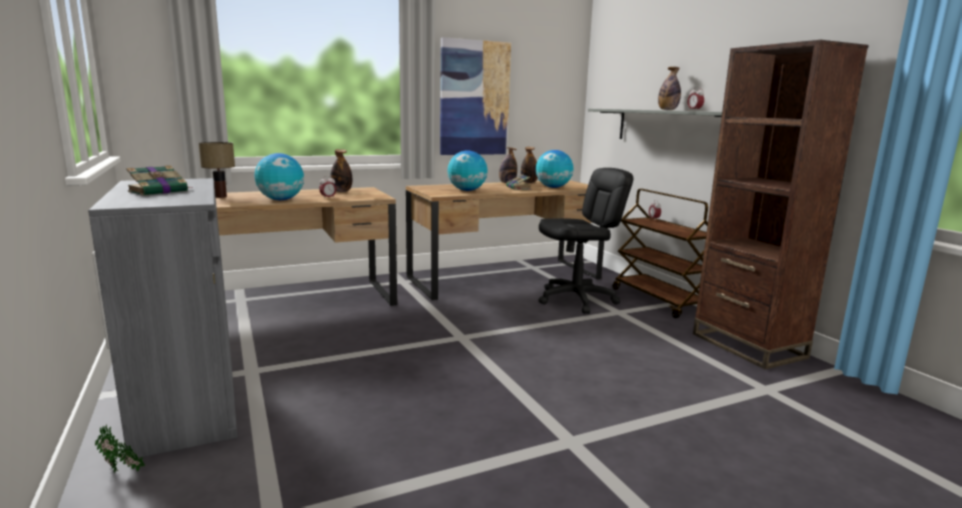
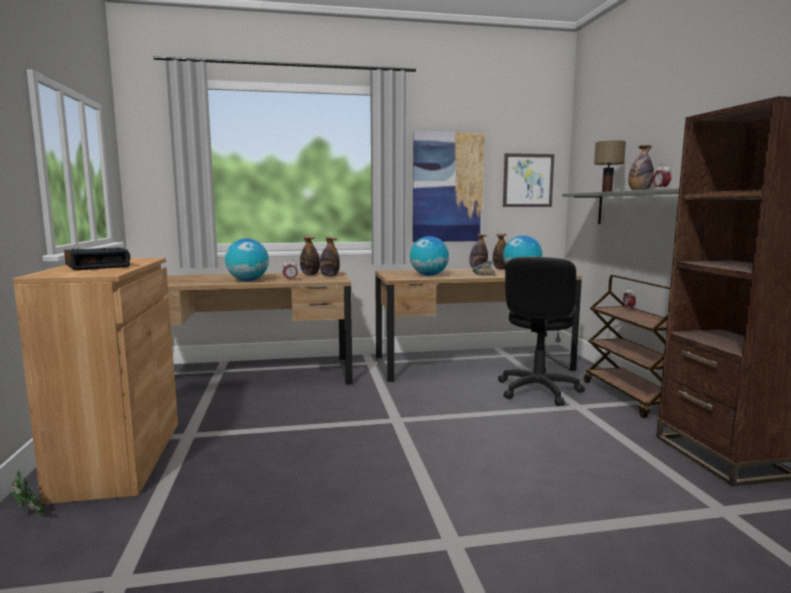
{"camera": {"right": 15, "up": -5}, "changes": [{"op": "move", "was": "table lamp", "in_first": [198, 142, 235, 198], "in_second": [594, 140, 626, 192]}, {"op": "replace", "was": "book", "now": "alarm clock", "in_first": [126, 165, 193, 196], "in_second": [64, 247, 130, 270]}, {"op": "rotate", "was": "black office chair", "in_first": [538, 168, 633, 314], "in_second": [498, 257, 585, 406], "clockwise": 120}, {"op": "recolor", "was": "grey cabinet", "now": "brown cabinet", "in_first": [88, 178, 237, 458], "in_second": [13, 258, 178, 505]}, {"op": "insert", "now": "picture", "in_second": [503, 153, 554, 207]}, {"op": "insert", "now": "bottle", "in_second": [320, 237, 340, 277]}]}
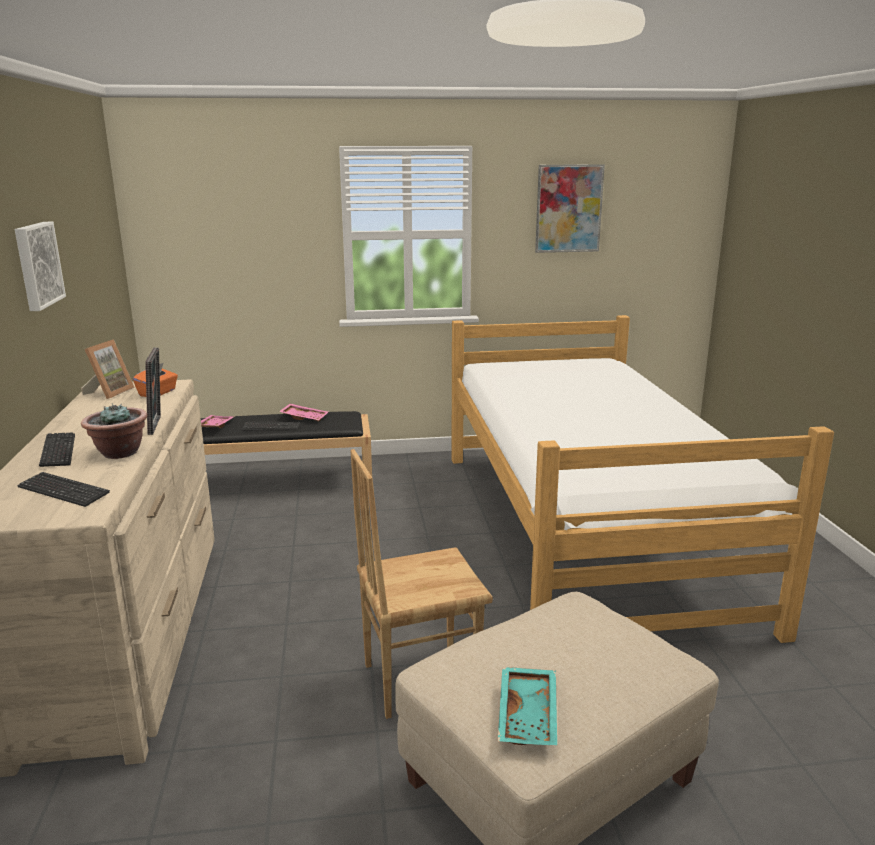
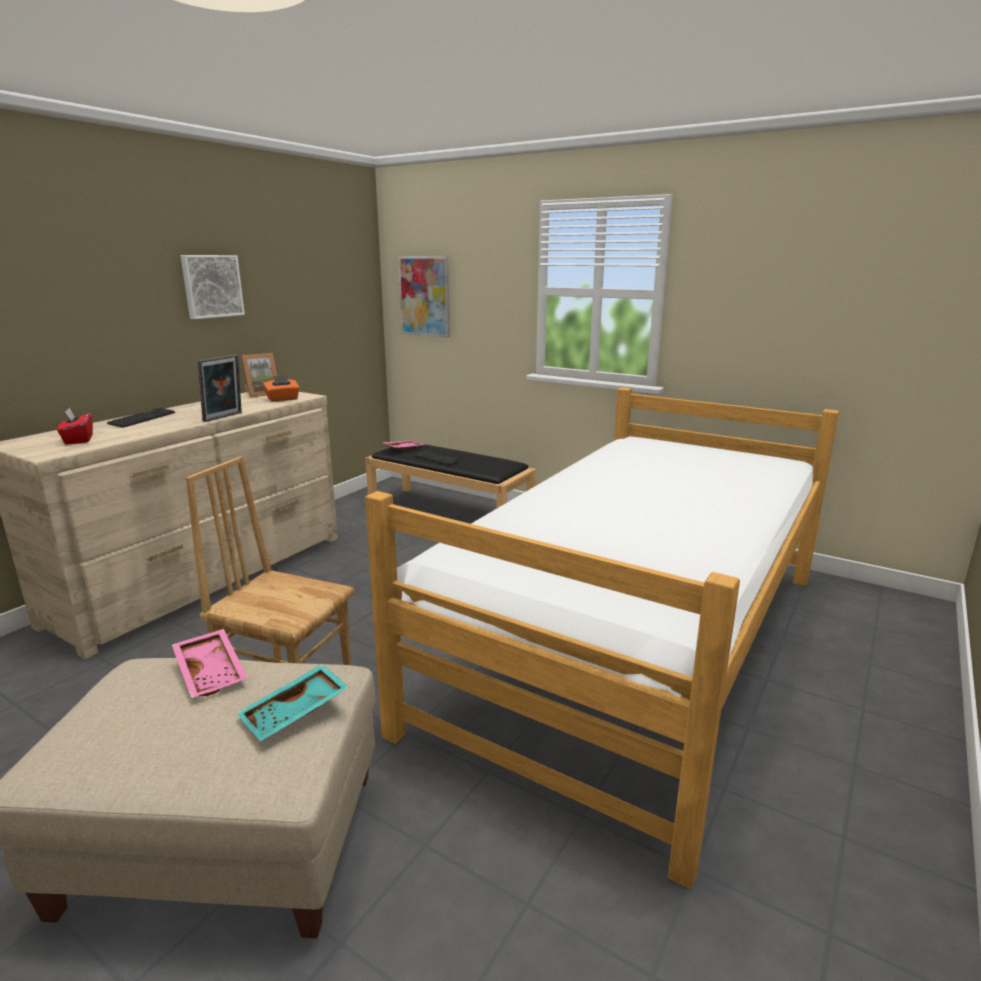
{"camera": {"right": 40, "up": 0}, "changes": [{"op": "move", "was": "picture", "in_first": [535, 164, 605, 253], "in_second": [398, 256, 450, 337]}, {"op": "delete", "was": "potted plant", "in_first": [81, 403, 147, 459]}, {"op": "move", "was": "pink tray", "in_first": [279, 404, 328, 421], "in_second": [172, 629, 248, 698]}, {"op": "replace", "was": "keyboard", "now": "red tissue box", "in_first": [17, 472, 110, 507], "in_second": [57, 408, 93, 445]}, {"op": "move", "was": "turquoise tray", "in_first": [498, 667, 557, 745], "in_second": [236, 664, 349, 741]}]}
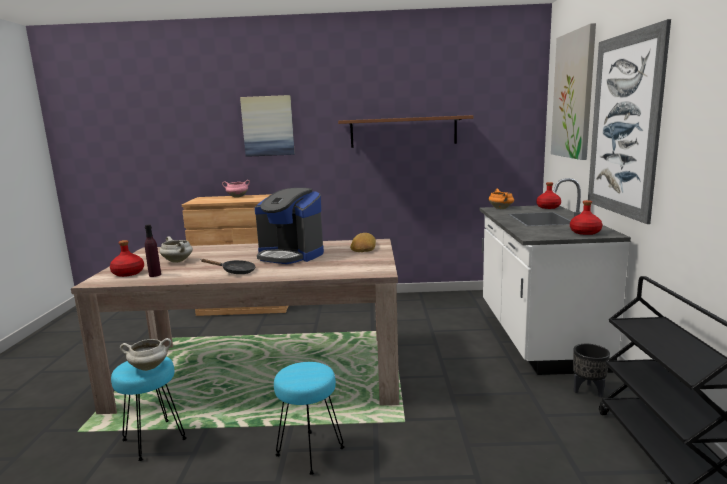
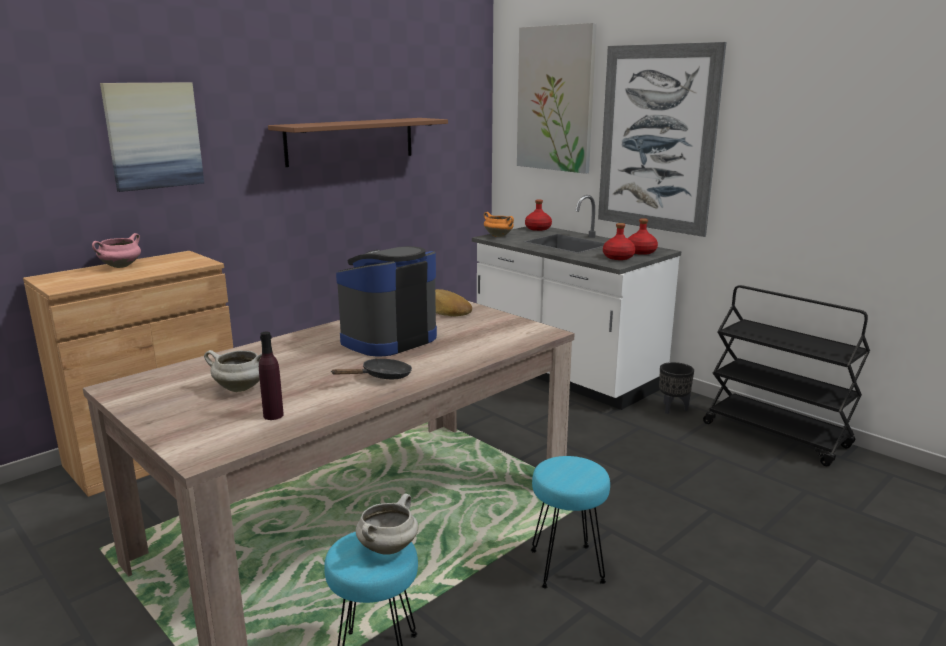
{"camera": {"right": -45, "up": 5}, "changes": [{"op": "rotate", "was": "coffee machine", "in_first": [255, 188, 324, 264], "in_second": [336, 246, 437, 357], "clockwise": 150}, {"op": "move", "was": "red bottle", "in_first": [110, 240, 144, 277], "in_second": [603, 223, 635, 260]}]}
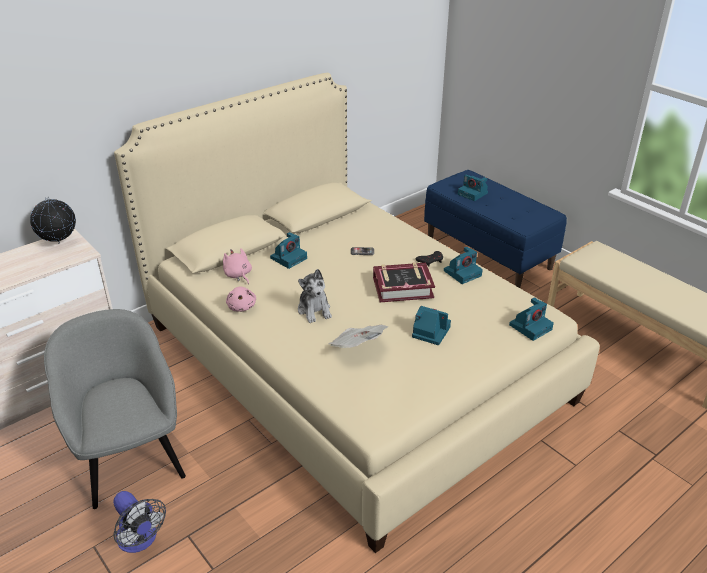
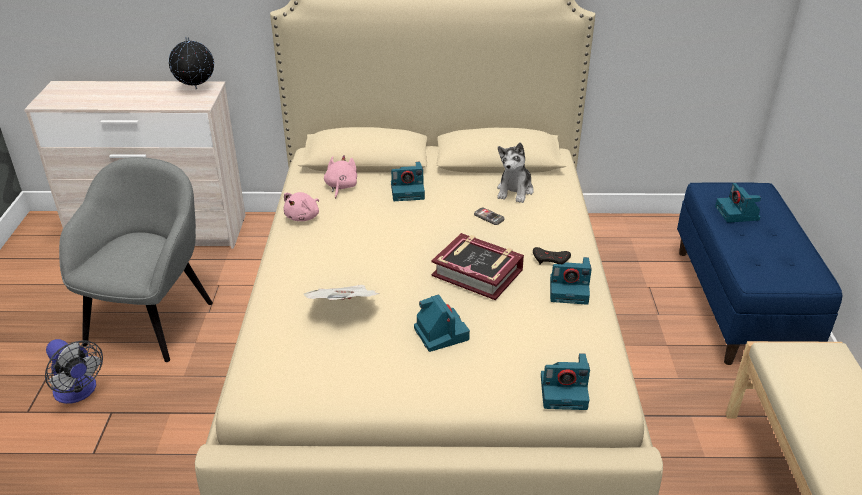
{"camera": {"right": 40, "up": 0}, "changes": [{"op": "move", "was": "plush toy", "in_first": [298, 269, 332, 323], "in_second": [497, 142, 534, 203]}, {"op": "rotate", "was": "fan", "in_first": [113, 491, 166, 553], "in_second": [45, 339, 103, 404], "clockwise": -45}]}
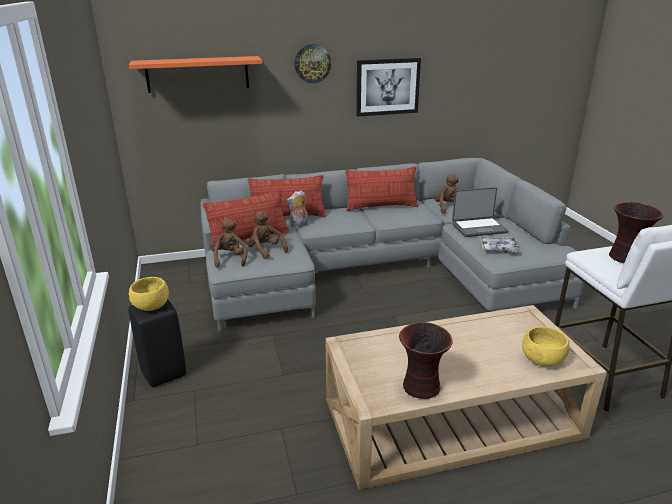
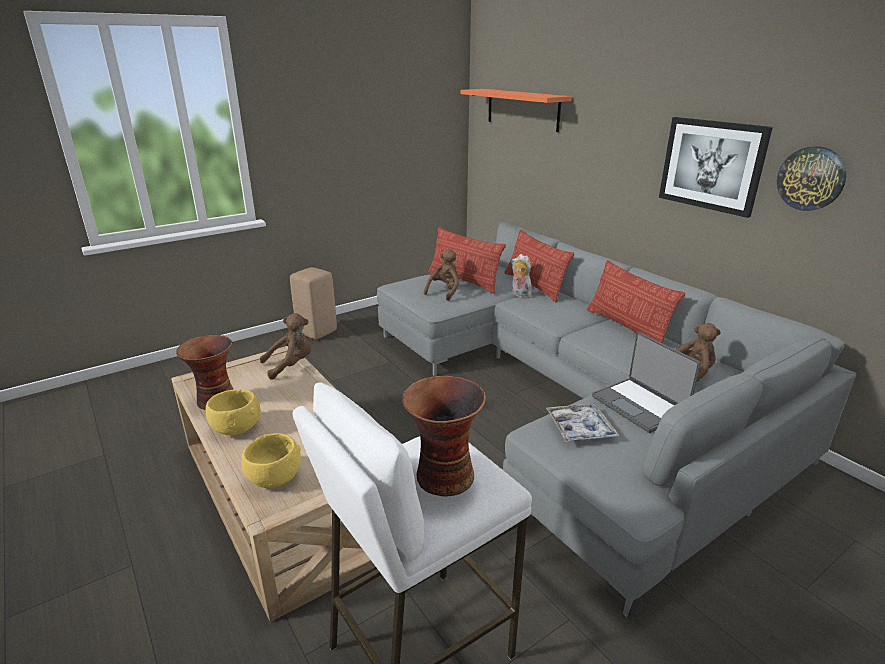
{"camera": {"right": 70, "up": 0}, "changes": [{"op": "move", "was": "wall clock", "in_first": [295, 44, 331, 83], "in_second": [777, 146, 846, 211]}, {"op": "move", "was": "brown plush toy", "in_first": [210, 218, 248, 268], "in_second": [260, 313, 311, 380]}, {"op": "move", "was": "yellow bowl", "in_first": [129, 277, 169, 311], "in_second": [206, 389, 261, 435]}, {"op": "recolor", "was": "black stool", "now": "beige stool", "in_first": [129, 299, 186, 387], "in_second": [290, 267, 337, 339]}]}
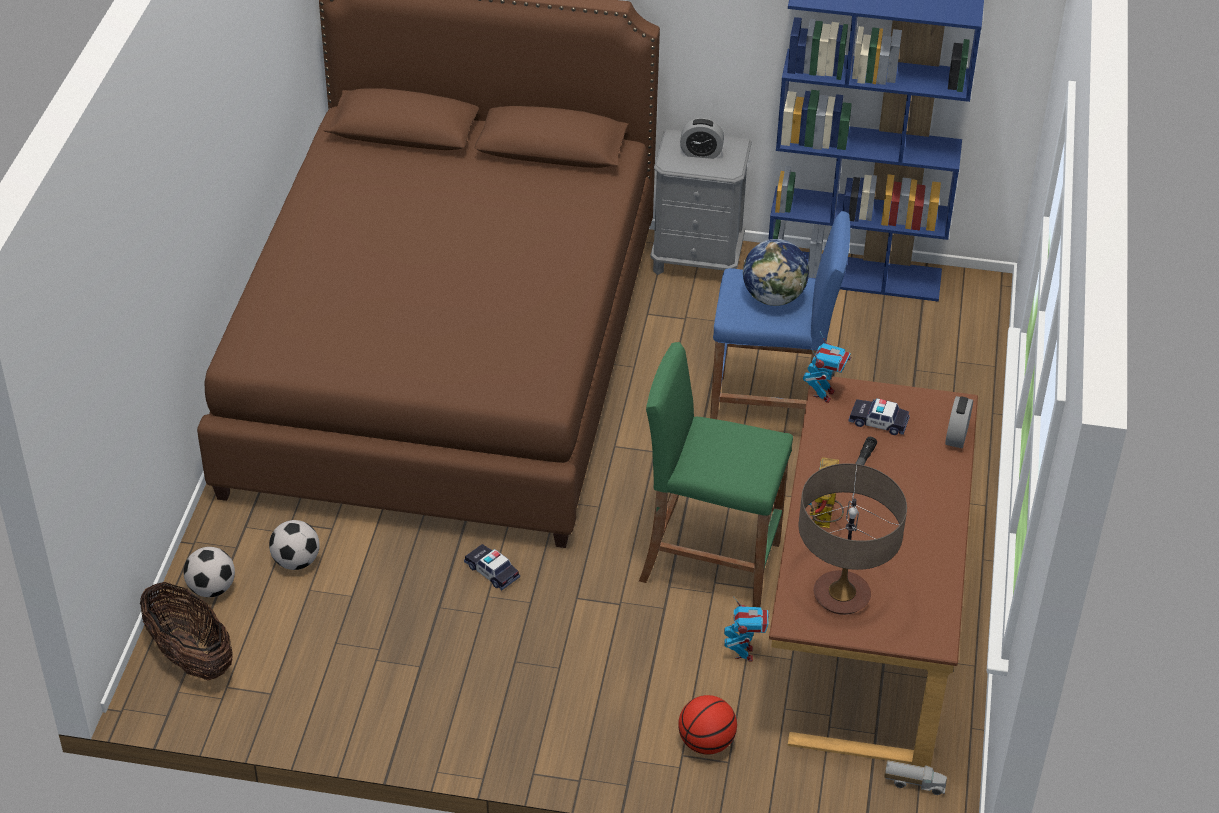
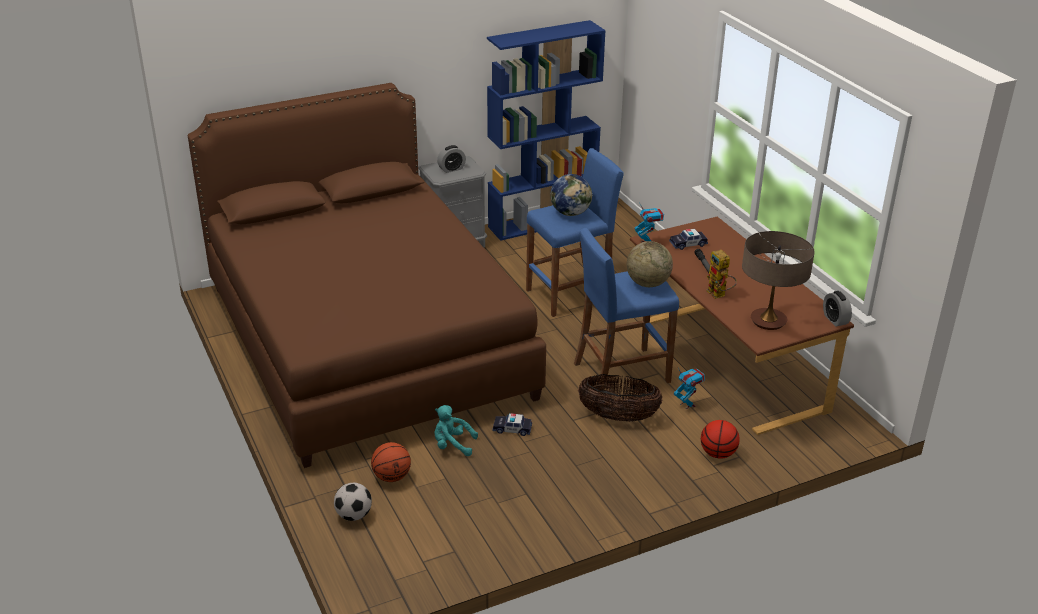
{"camera": {"right": -35, "up": -10}, "changes": [{"op": "recolor", "was": "green stool", "now": "blue stool", "in_first": [639, 342, 793, 607], "in_second": [574, 228, 679, 392]}, {"op": "move", "was": "alarm clock", "in_first": [945, 396, 973, 448], "in_second": [823, 291, 852, 326]}, {"op": "replace", "was": "football", "now": "basketball", "in_first": [269, 520, 320, 570], "in_second": [371, 442, 411, 482]}, {"op": "move", "was": "basket", "in_first": [140, 582, 233, 680], "in_second": [578, 374, 662, 422]}, {"op": "delete", "was": "toy truck", "in_first": [884, 760, 947, 795]}, {"op": "insert", "now": "globe", "in_second": [627, 241, 673, 287]}, {"op": "insert", "now": "turquoise plush toy", "in_second": [434, 405, 478, 456]}]}
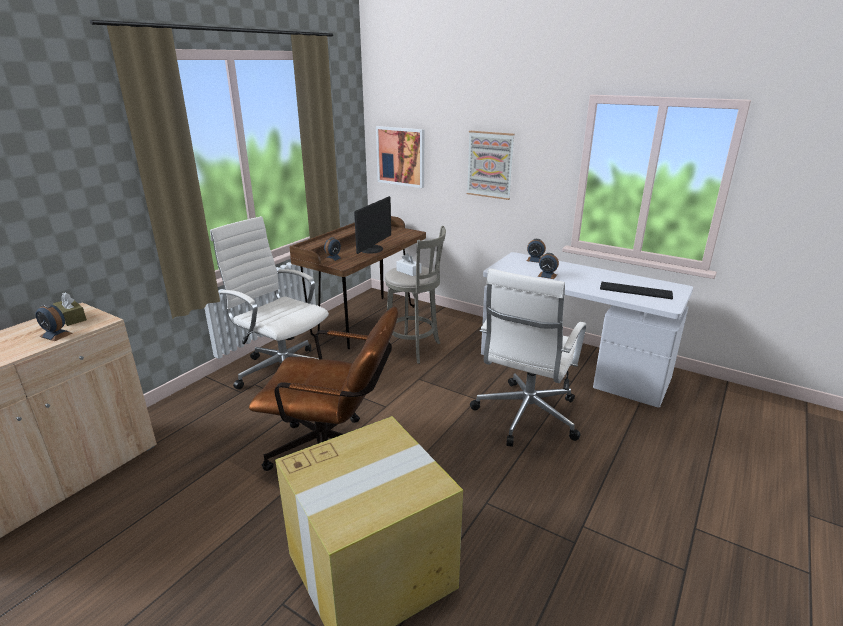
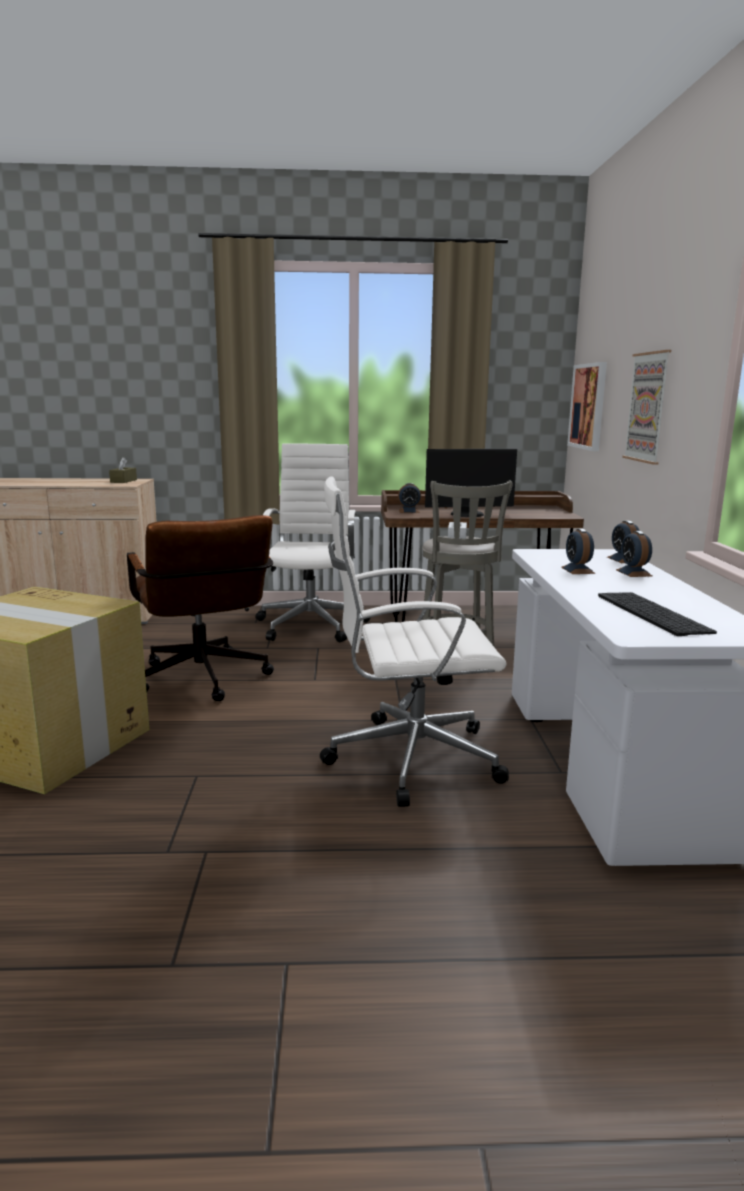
{"camera": {"right": 55, "up": -10}, "changes": [{"op": "move", "was": "alarm clock", "in_first": [36, 304, 73, 341], "in_second": [616, 531, 652, 577]}]}
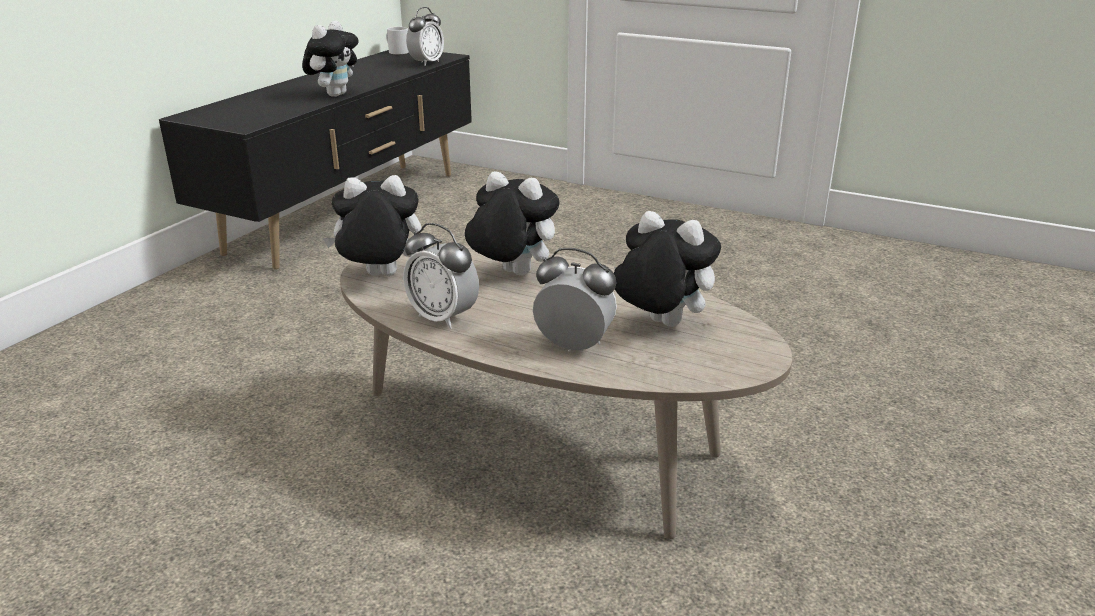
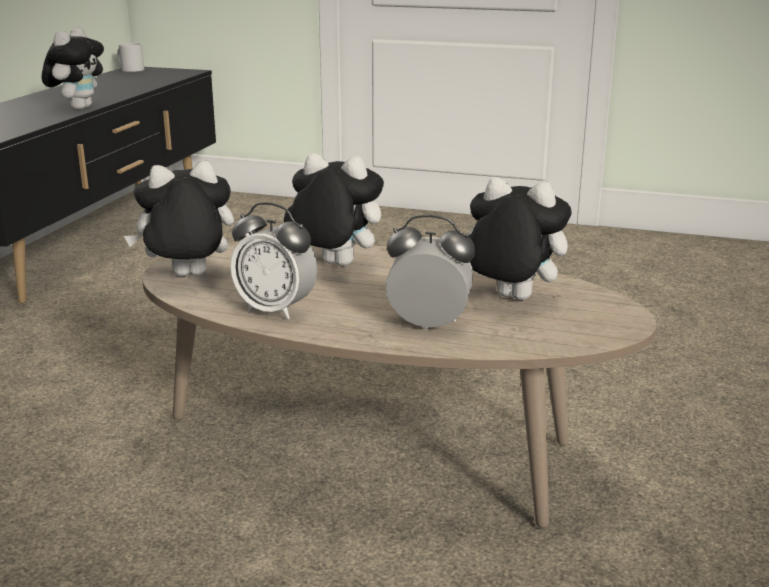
{"camera": {"right": -10, "up": -5}, "changes": [{"op": "delete", "was": "alarm clock", "in_first": [406, 7, 444, 66]}]}
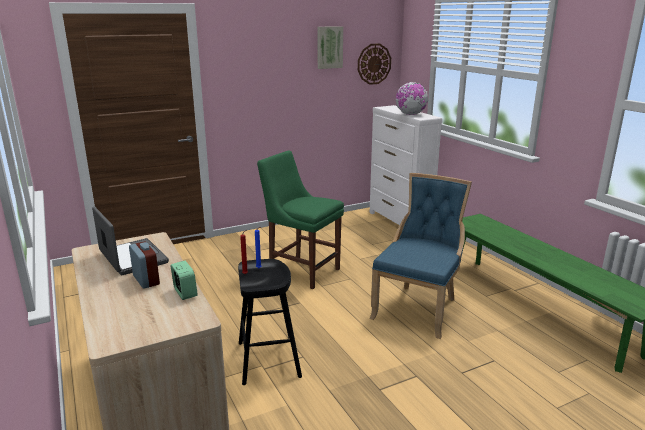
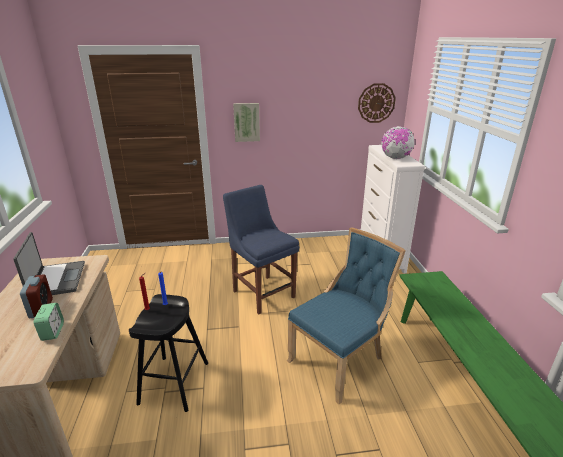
{"camera": {"right": 20, "up": 5}, "changes": [{"op": "move", "was": "picture", "in_first": [318, 26, 343, 69], "in_second": [233, 103, 260, 142]}, {"op": "recolor", "was": "green chair", "now": "blue chair", "in_first": [257, 150, 344, 289], "in_second": [223, 185, 299, 314]}]}
